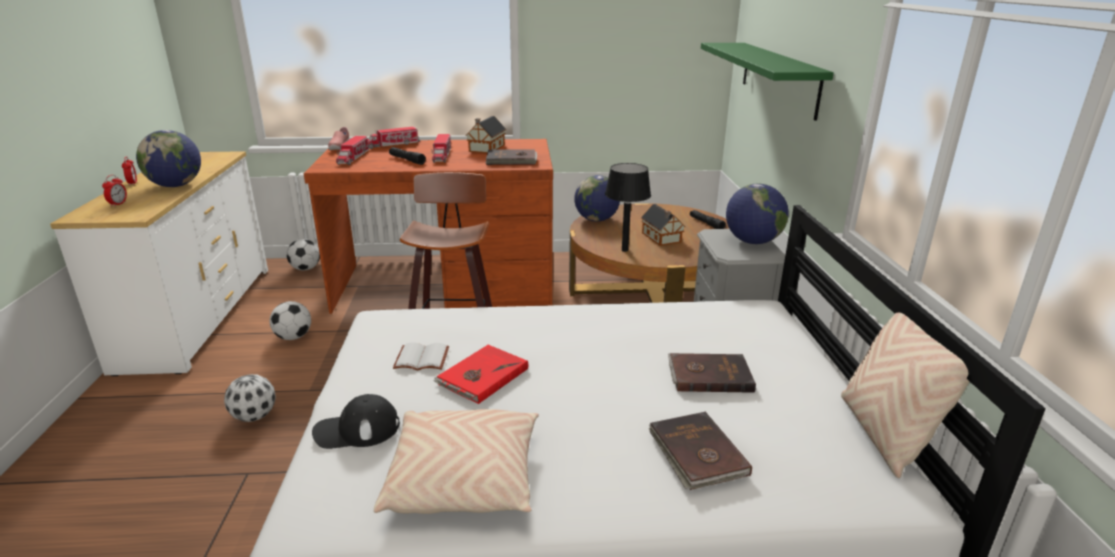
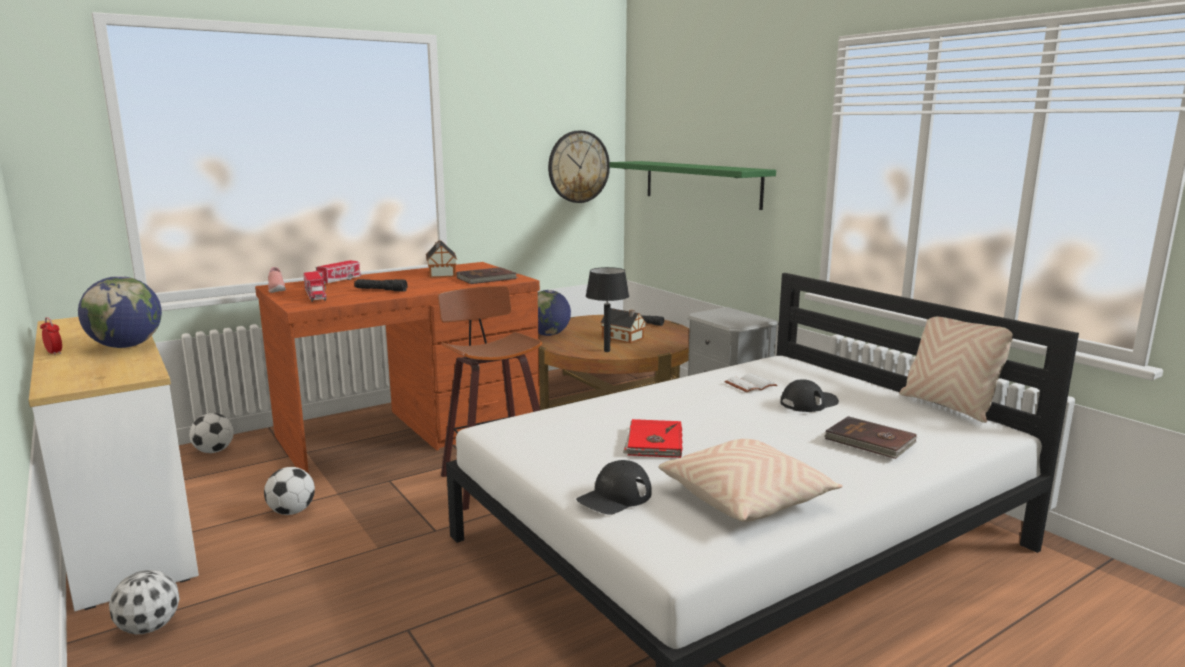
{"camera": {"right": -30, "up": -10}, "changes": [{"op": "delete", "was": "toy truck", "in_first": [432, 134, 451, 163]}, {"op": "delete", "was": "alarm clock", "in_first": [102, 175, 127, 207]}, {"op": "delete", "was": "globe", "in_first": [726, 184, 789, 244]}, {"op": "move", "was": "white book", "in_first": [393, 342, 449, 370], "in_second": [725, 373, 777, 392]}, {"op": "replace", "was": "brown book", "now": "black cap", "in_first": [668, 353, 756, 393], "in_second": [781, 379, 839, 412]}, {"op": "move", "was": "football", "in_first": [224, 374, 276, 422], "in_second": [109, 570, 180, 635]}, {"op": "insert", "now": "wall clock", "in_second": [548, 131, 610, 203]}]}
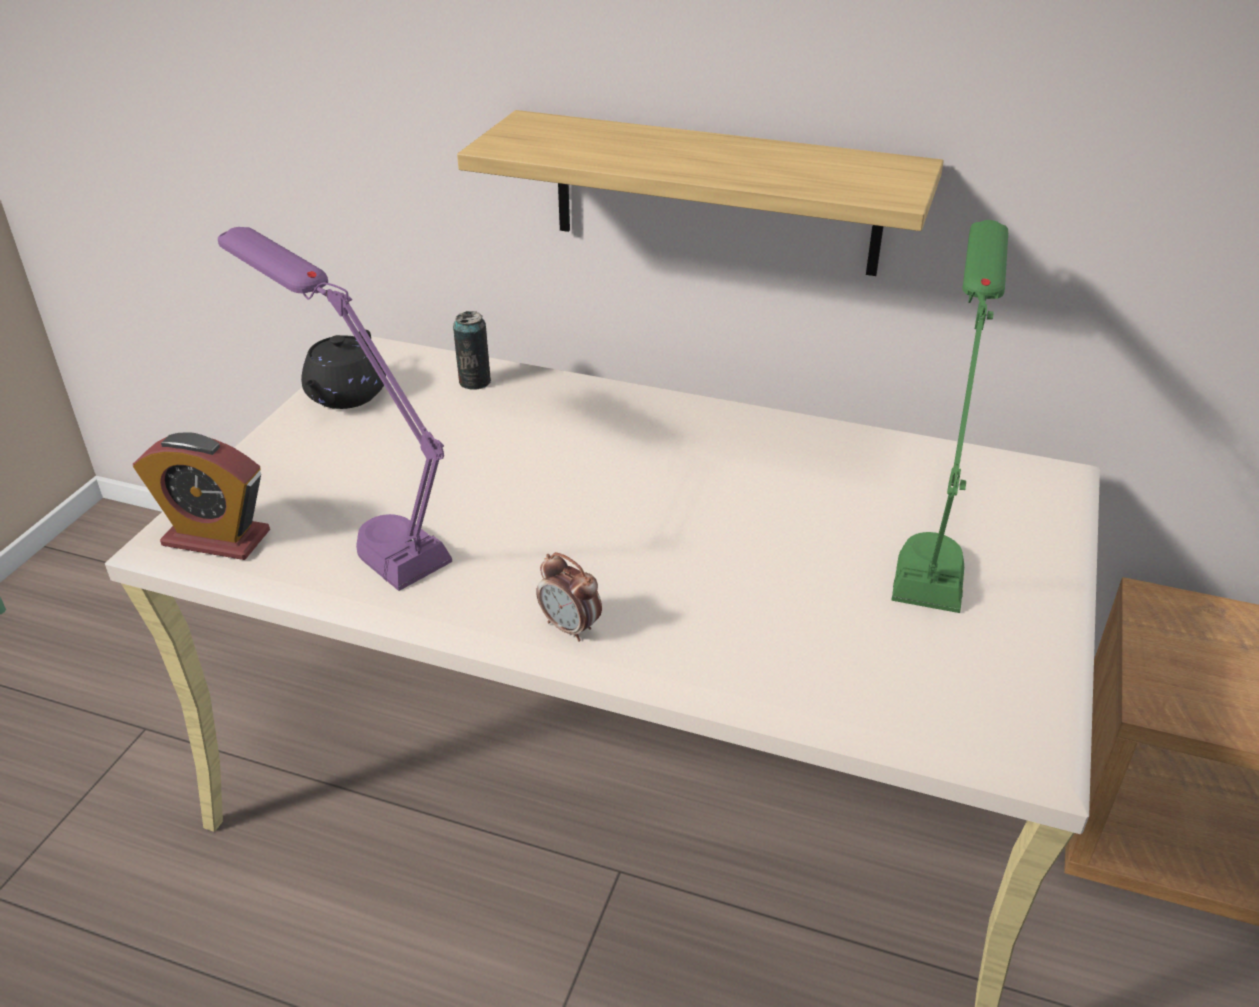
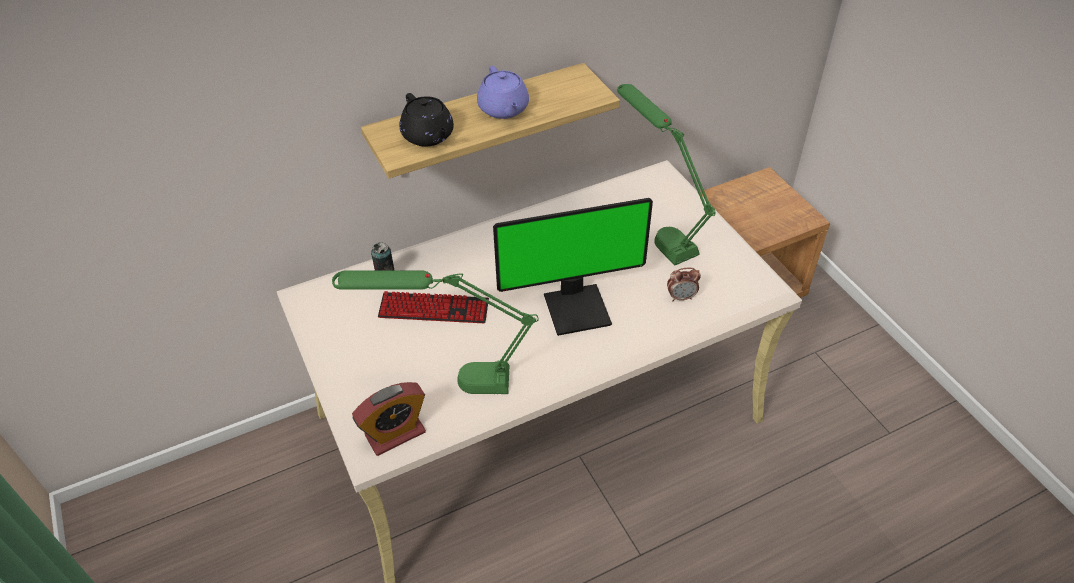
{"camera": {"right": -45, "up": 10}, "changes": [{"op": "recolor", "was": "purple table lamp", "now": "green table lamp", "in_first": [218, 227, 452, 591], "in_second": [332, 271, 539, 394]}, {"op": "move", "was": "black teapot", "in_first": [301, 330, 386, 409], "in_second": [399, 93, 454, 147]}, {"op": "move", "was": "alarm clock", "in_first": [536, 552, 602, 642], "in_second": [667, 268, 701, 301]}, {"op": "insert", "now": "purple teapot", "in_second": [477, 66, 529, 119]}, {"op": "insert", "now": "monitor", "in_second": [493, 198, 653, 336]}, {"op": "insert", "now": "keyboard", "in_second": [378, 291, 489, 323]}]}
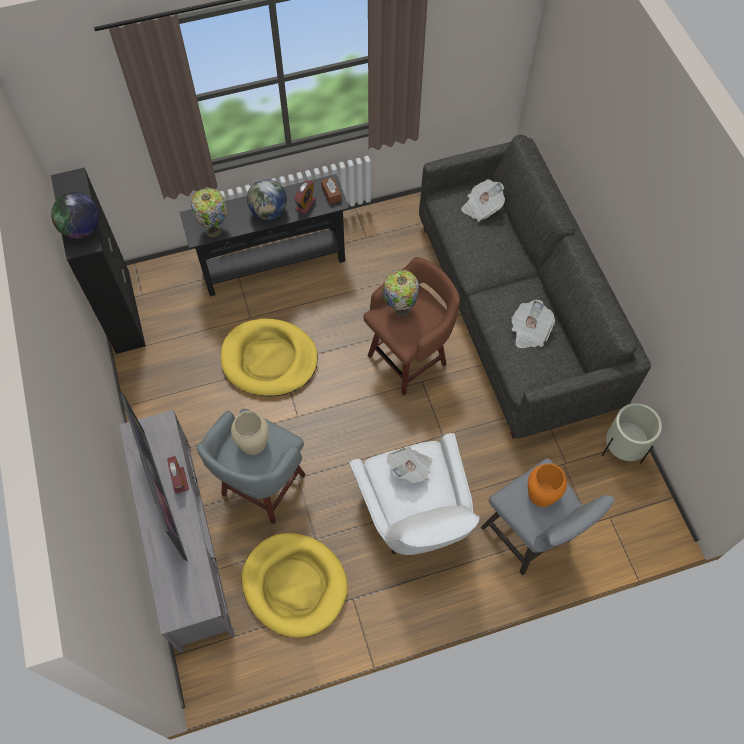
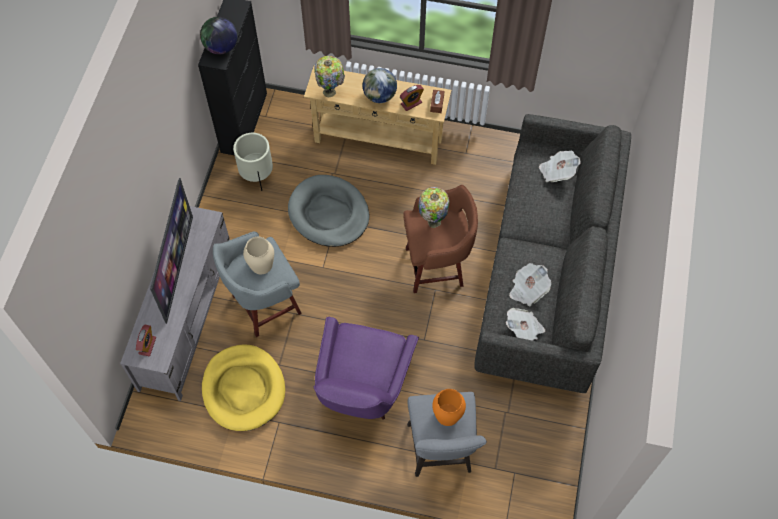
{"camera": {"right": 30, "up": 0}, "changes": [{"op": "recolor", "was": "black console table", "now": "beige console table", "in_first": [180, 174, 349, 297], "in_second": [304, 65, 451, 165]}, {"op": "recolor", "was": "yellow dog bed", "now": "grey dog bed", "in_first": [221, 319, 318, 396], "in_second": [288, 175, 369, 247]}, {"op": "move", "was": "beige planter", "in_first": [602, 403, 662, 464], "in_second": [233, 133, 273, 191]}, {"op": "recolor", "was": "white armchair", "now": "purple armchair", "in_first": [349, 433, 480, 555], "in_second": [314, 317, 419, 419]}, {"op": "move", "was": "newspaper", "in_first": [387, 447, 433, 483], "in_second": [506, 308, 545, 341]}, {"op": "move", "was": "alarm clock", "in_first": [167, 456, 189, 494], "in_second": [136, 325, 156, 356]}]}
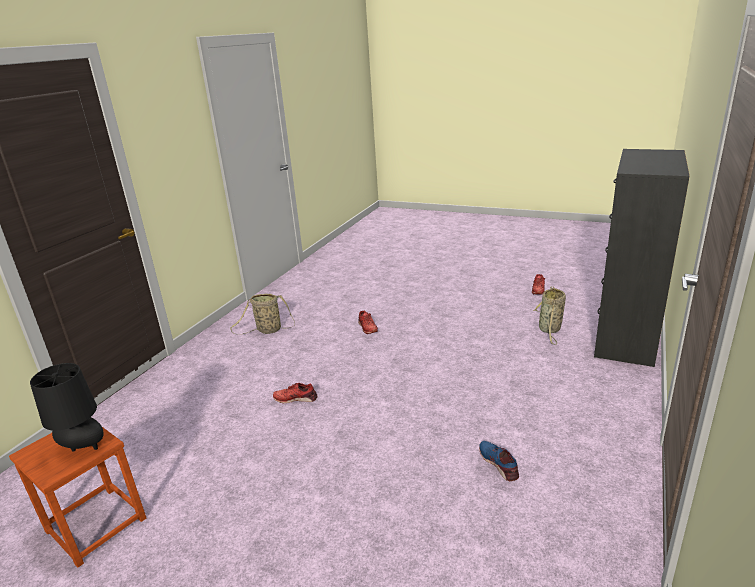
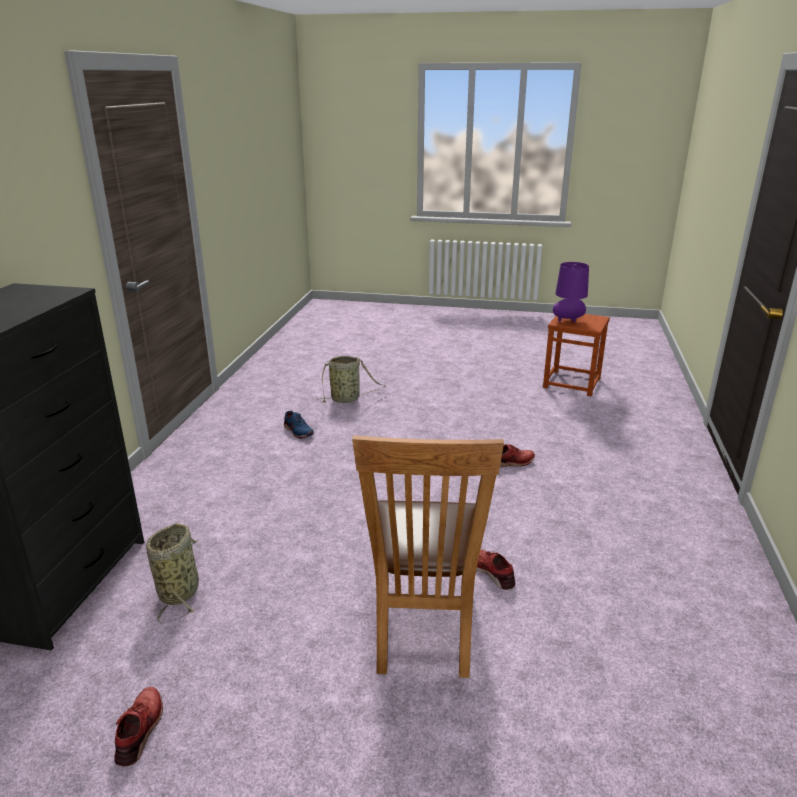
{"camera": {"right": 165, "up": 0}, "changes": [{"op": "move", "was": "basket", "in_first": [230, 293, 295, 335], "in_second": [316, 356, 386, 403]}, {"op": "recolor", "was": "black table lamp", "now": "purple table lamp", "in_first": [30, 363, 104, 452], "in_second": [553, 262, 589, 322]}, {"op": "insert", "now": "brown chair", "in_second": [352, 435, 504, 678]}]}
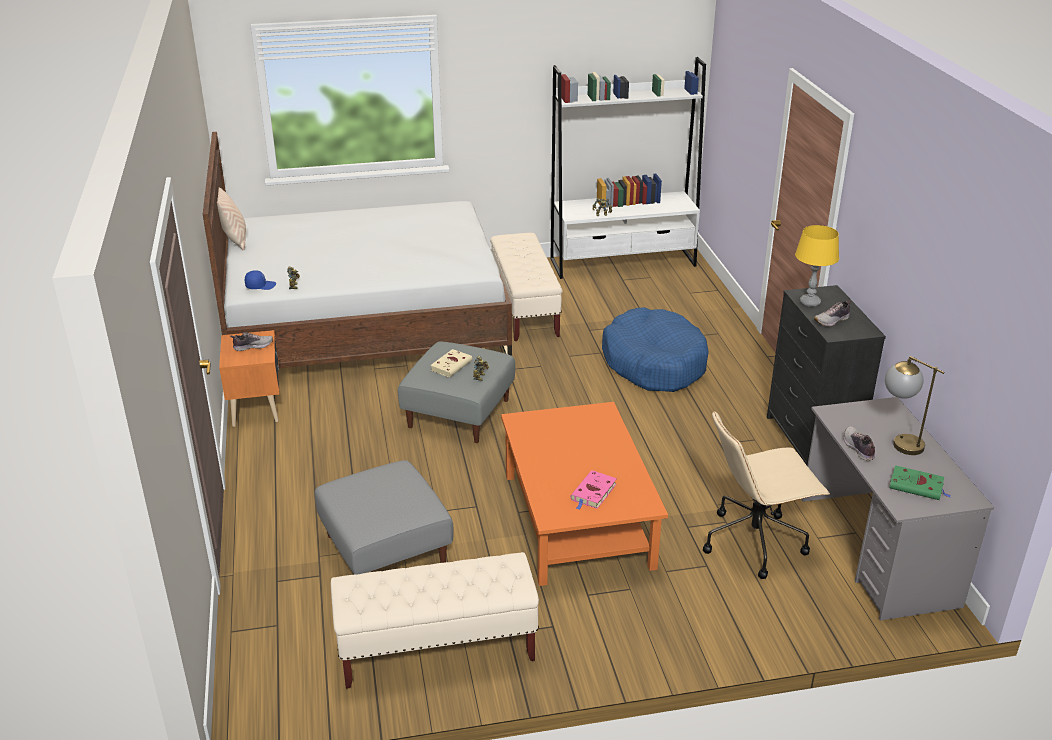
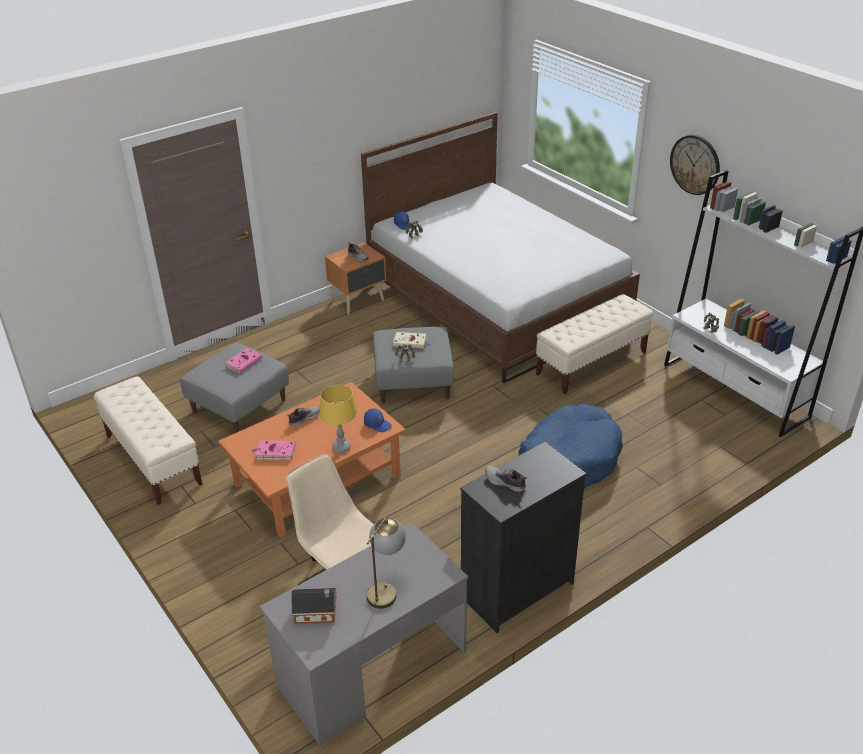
{"camera": {"right": 65, "up": 5}, "changes": [{"op": "delete", "was": "beige pillow", "in_first": [217, 187, 246, 250]}, {"op": "move", "was": "yellow table lamp", "in_first": [795, 225, 839, 307], "in_second": [319, 385, 358, 453]}, {"op": "move", "was": "shoe", "in_first": [844, 426, 875, 460], "in_second": [287, 405, 320, 427]}, {"op": "replace", "was": "green book", "now": "toy house", "in_first": [889, 465, 951, 500], "in_second": [291, 588, 337, 624]}, {"op": "insert", "now": "wall clock", "in_second": [670, 135, 720, 195]}, {"op": "insert", "now": "pink book", "in_second": [225, 348, 262, 373]}, {"op": "insert", "now": "blue cap", "in_second": [364, 409, 392, 432]}]}
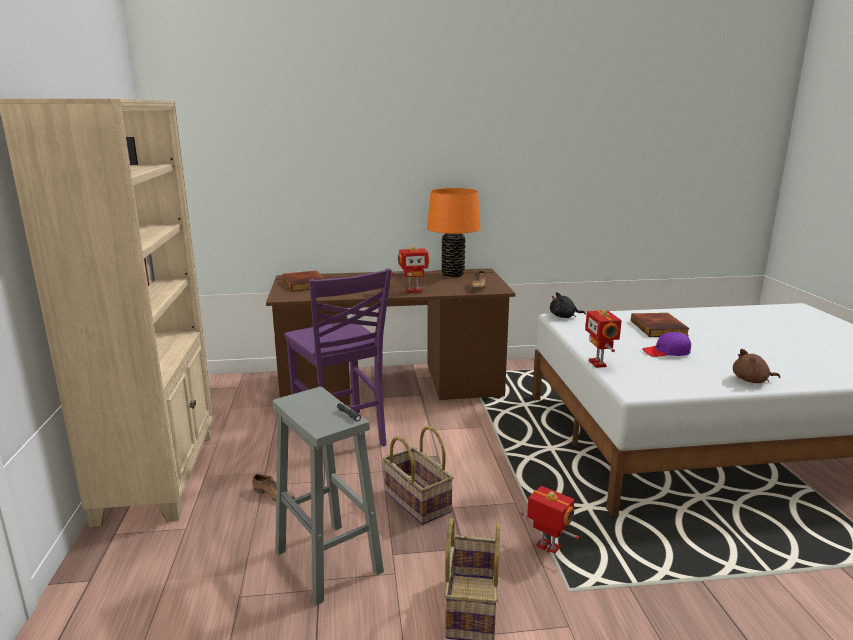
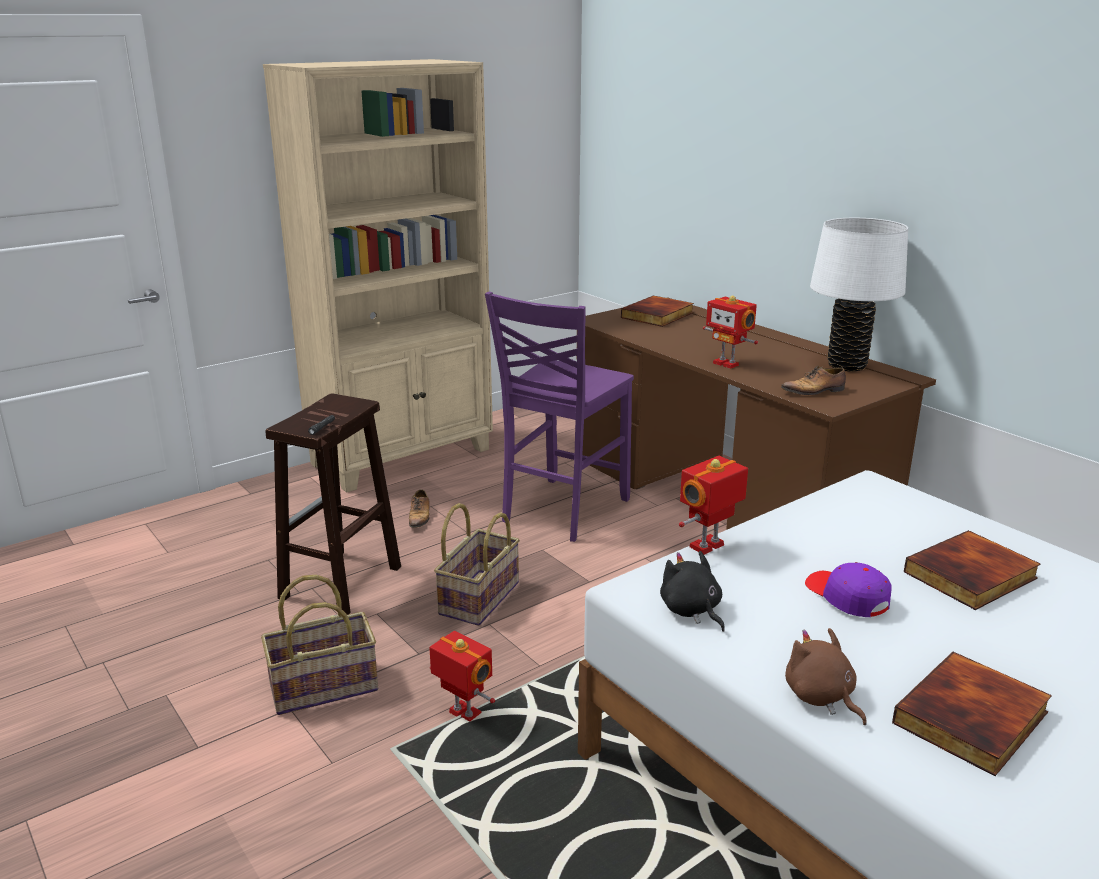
{"camera": {"right": 60, "up": 5}, "changes": [{"op": "recolor", "was": "orange table lamp", "now": "white table lamp", "in_first": [427, 188, 481, 277], "in_second": [810, 218, 908, 372]}, {"op": "move", "was": "black plush toy", "in_first": [550, 292, 586, 318], "in_second": [660, 551, 725, 632]}, {"op": "recolor", "was": "grey stool", "now": "brown stool", "in_first": [273, 387, 384, 605], "in_second": [265, 393, 401, 615]}, {"op": "rotate", "was": "toy robot", "in_first": [521, 486, 579, 553], "in_second": [429, 631, 495, 722], "clockwise": -60}, {"op": "insert", "now": "book", "in_second": [892, 652, 1052, 776]}]}
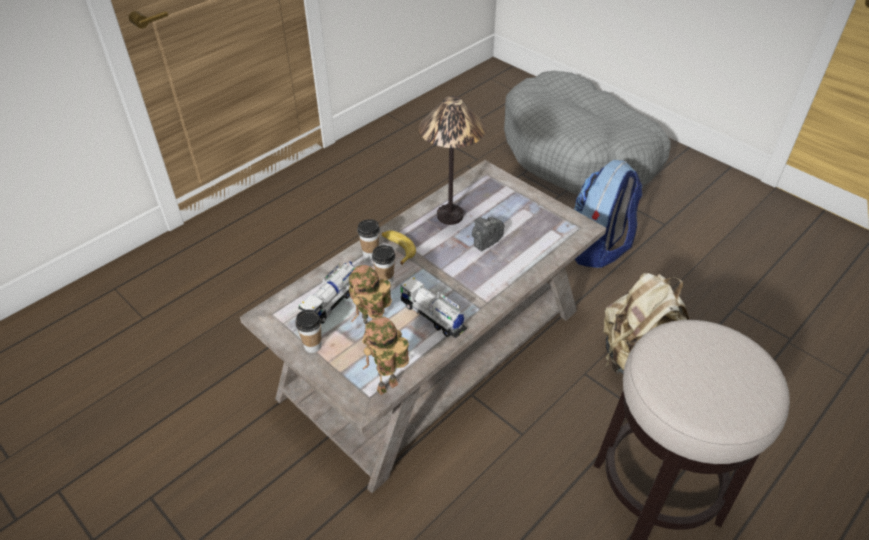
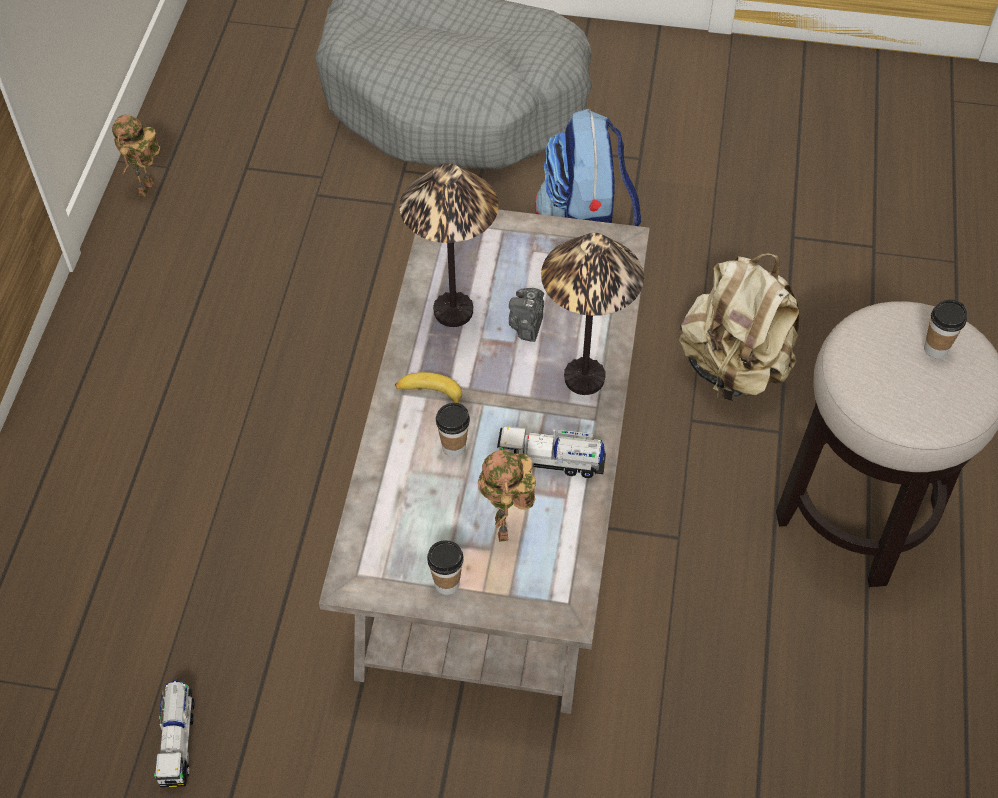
{"camera": {"right": -35, "up": 10}, "changes": [{"op": "move", "was": "cup", "in_first": [357, 219, 380, 260], "in_second": [924, 299, 967, 358]}, {"op": "move", "was": "toy truck", "in_first": [299, 262, 355, 324], "in_second": [154, 679, 194, 787]}, {"op": "move", "was": "toy robot", "in_first": [362, 316, 409, 395], "in_second": [112, 115, 160, 197]}, {"op": "insert", "now": "table lamp", "in_second": [541, 233, 644, 395]}]}
